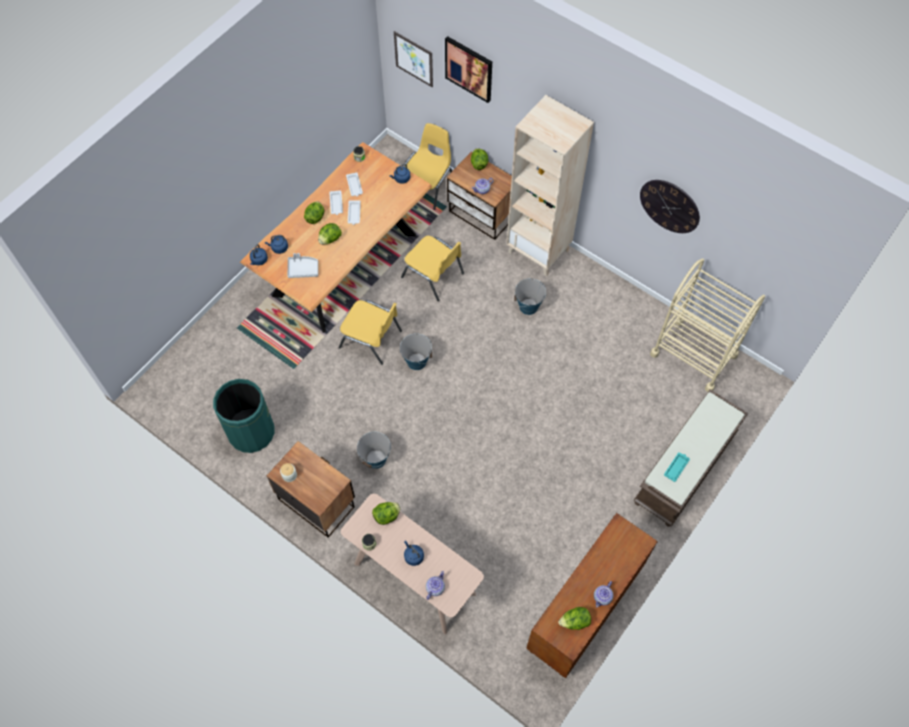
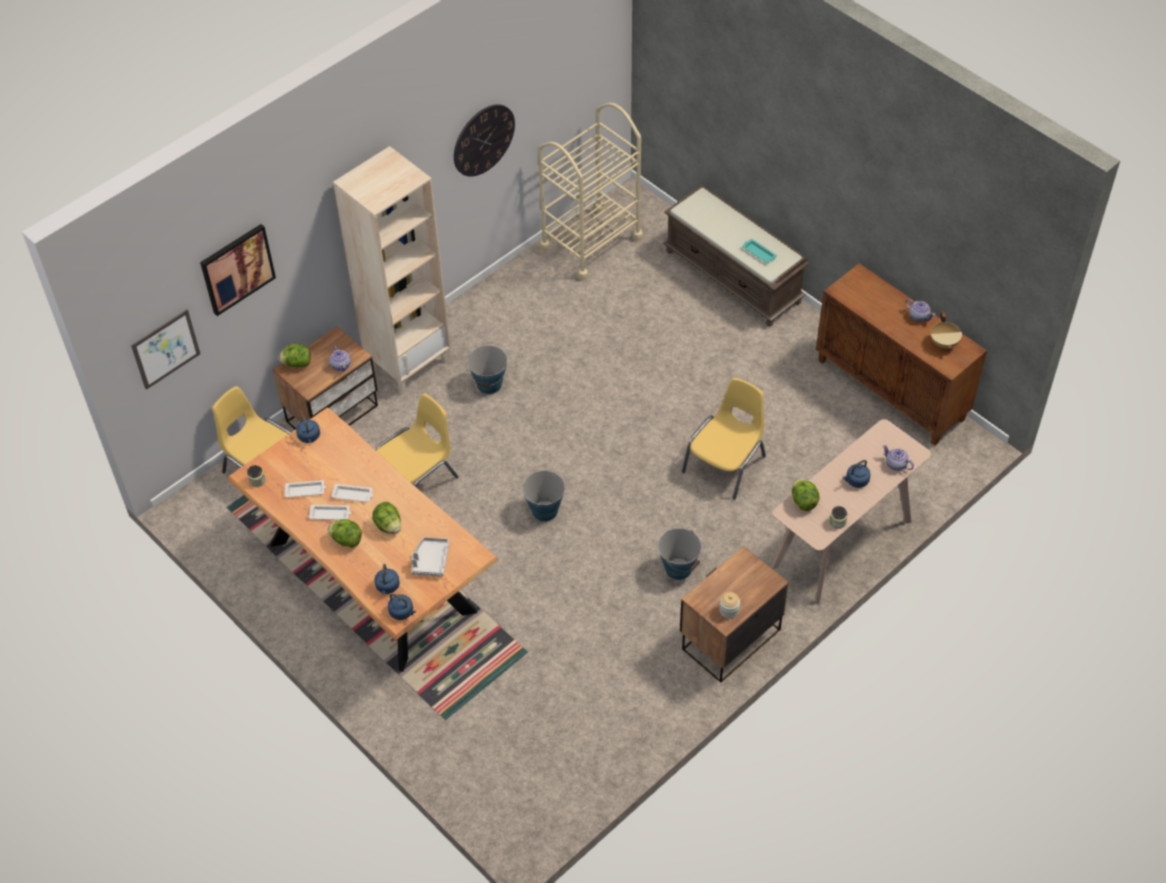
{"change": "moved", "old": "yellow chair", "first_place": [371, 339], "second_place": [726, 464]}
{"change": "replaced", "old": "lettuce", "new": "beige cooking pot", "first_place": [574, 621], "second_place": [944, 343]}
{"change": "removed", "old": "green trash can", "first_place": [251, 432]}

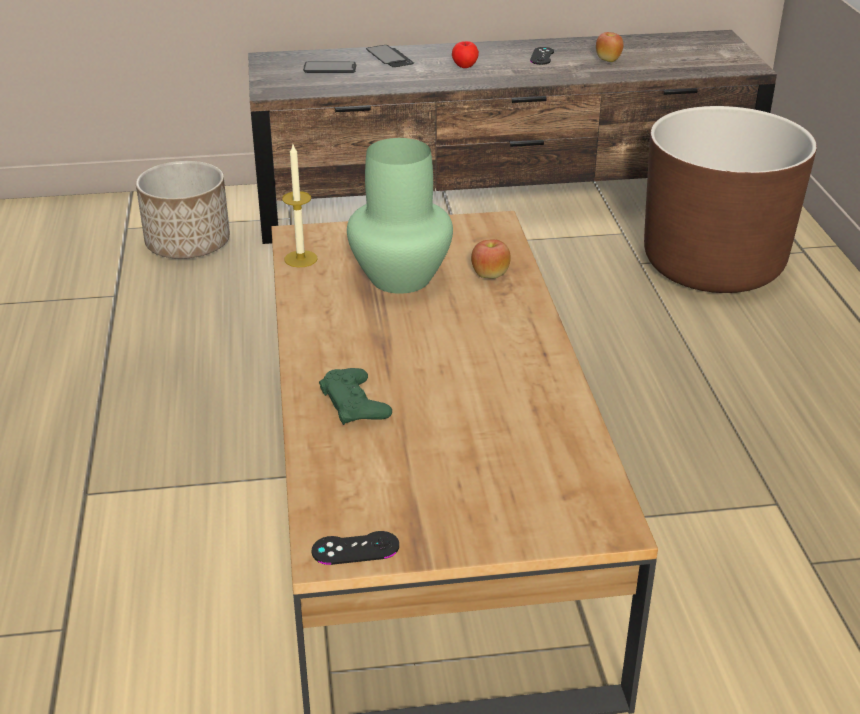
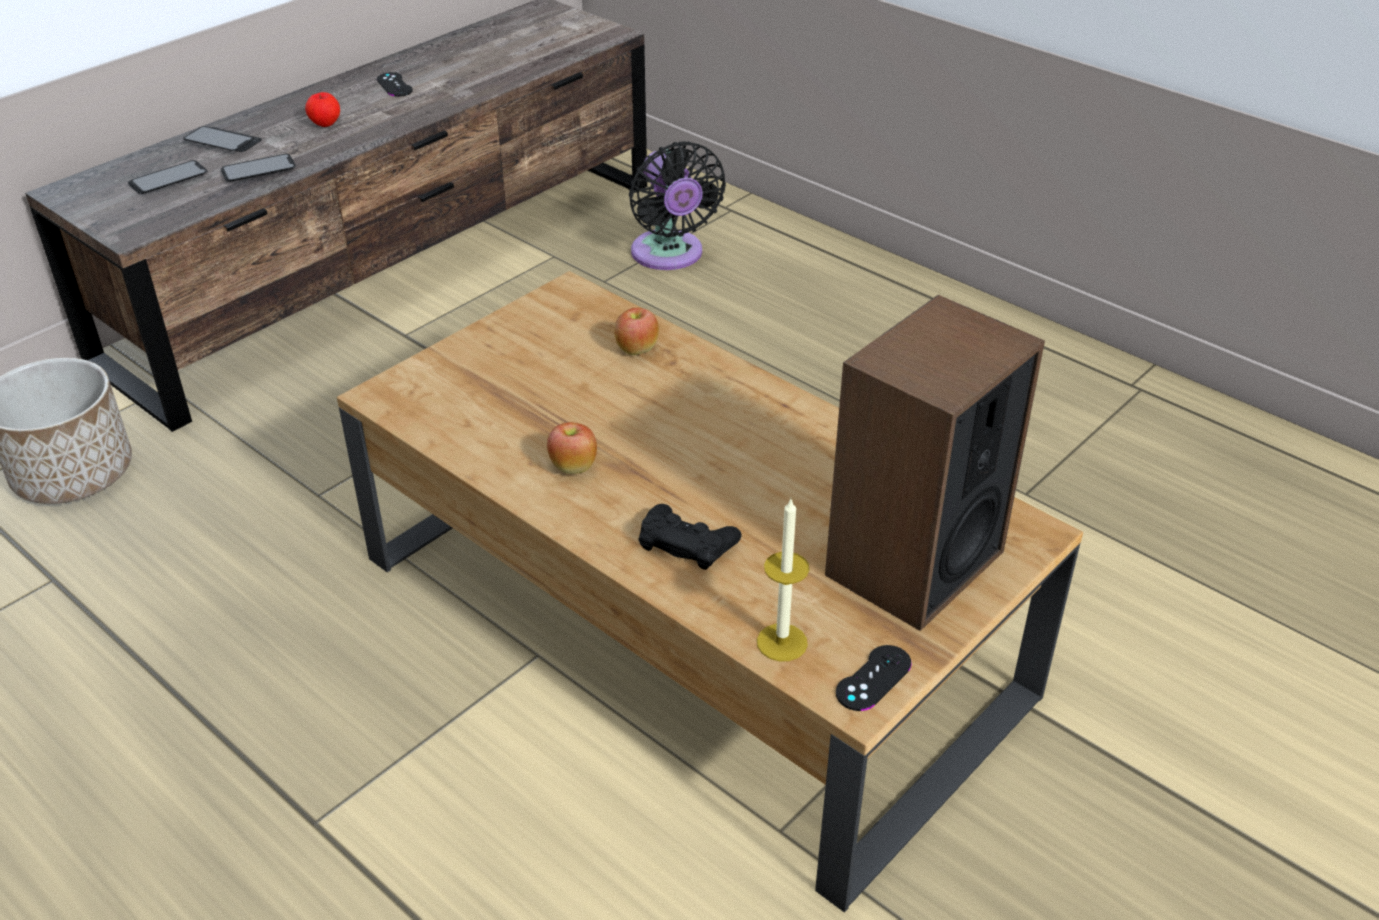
{"change": "added", "new": "phone", "second_place": [258, 170]}
{"change": "moved", "old": "apple", "first_place": [608, 60], "second_place": [573, 467]}
{"change": "replaced", "old": "brown planter", "new": "black fan", "first_place": [712, 265], "second_place": [669, 255]}
{"change": "recoloured", "old": "green game controller", "new": "black game controller", "first_place": [355, 403], "second_place": [687, 543]}
{"change": "moved", "old": "candle", "first_place": [301, 259], "second_place": [782, 642]}
{"change": "added", "new": "speaker", "second_place": [913, 563]}
{"change": "removed", "old": "green vase", "first_place": [402, 278]}

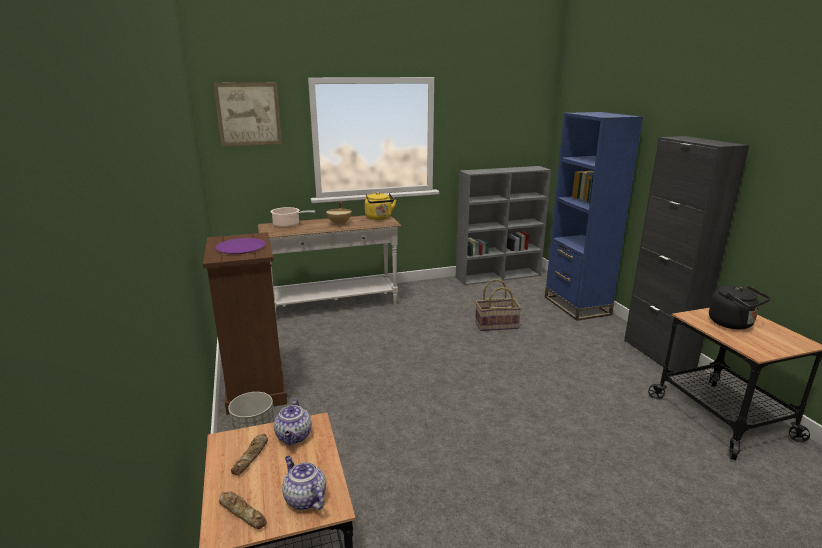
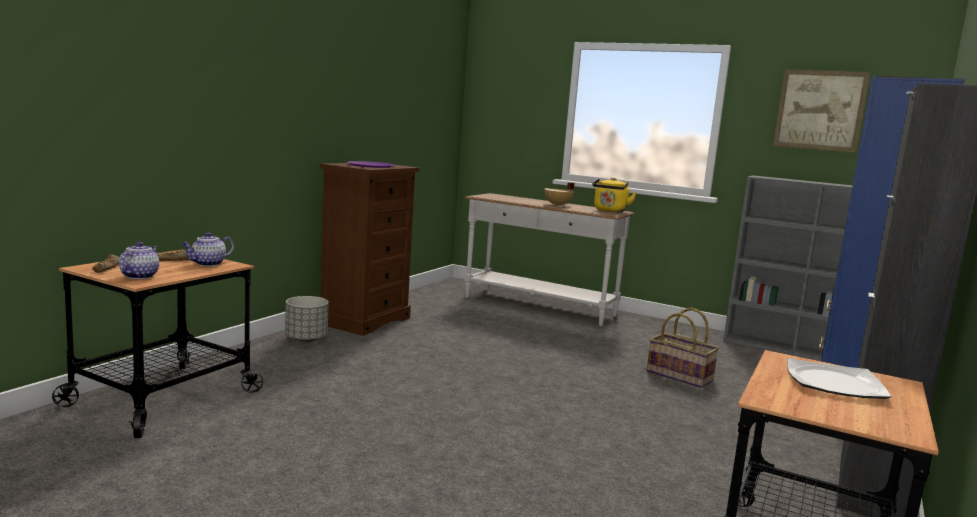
{"change": "moved", "old": "picture", "first_place": [248, 114], "second_place": [820, 110]}
{"change": "replaced", "old": "black kettle", "new": "plate", "first_place": [733, 324], "second_place": [833, 383]}
{"change": "removed", "old": "cooking pot", "first_place": [288, 225]}

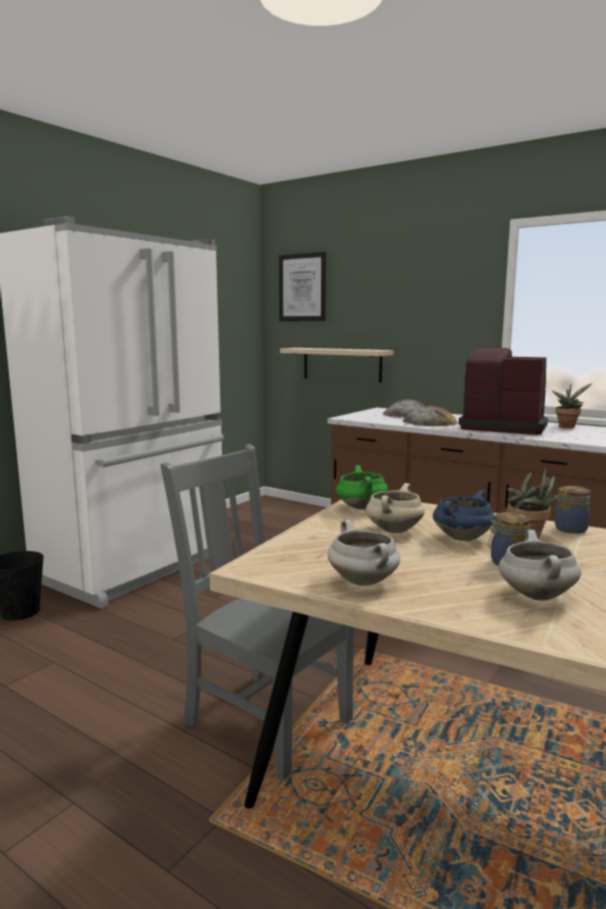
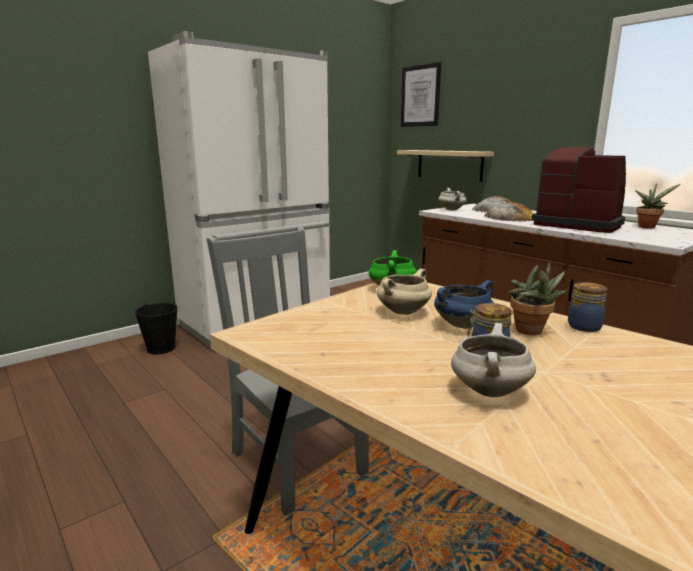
{"change": "moved", "old": "white cooking pot", "first_place": [364, 582], "second_place": [452, 210]}

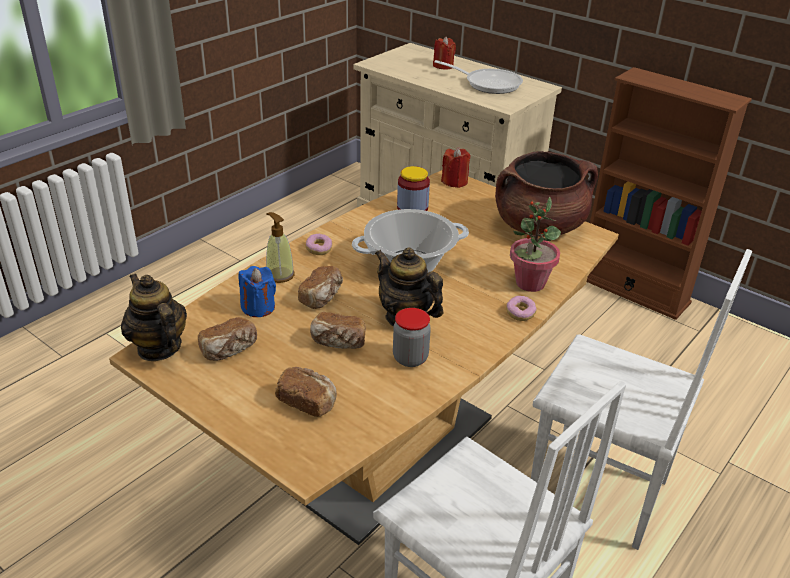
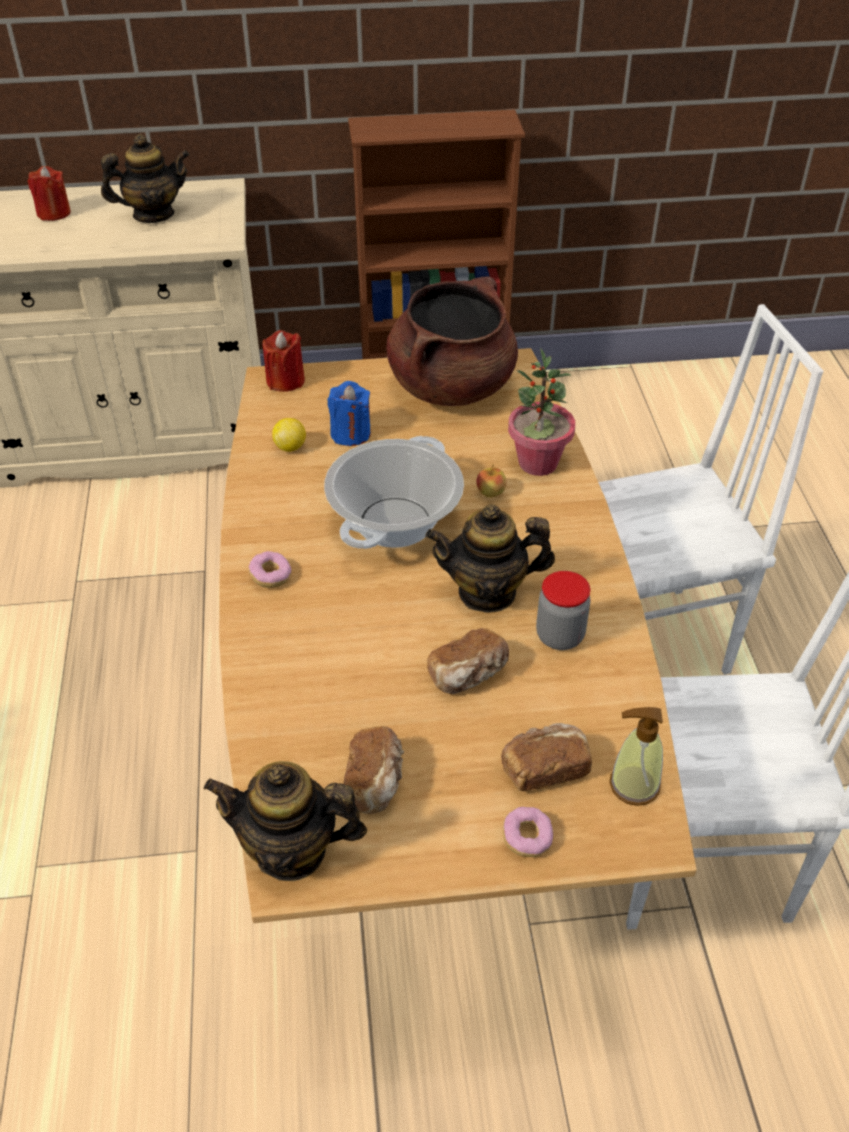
{"change": "replaced", "old": "frying pan", "new": "teapot", "first_place": [488, 84], "second_place": [153, 215]}
{"change": "replaced", "old": "jar", "new": "lemon", "first_place": [412, 208], "second_place": [290, 447]}
{"change": "moved", "old": "blue candle", "first_place": [258, 307], "second_place": [350, 434]}
{"change": "added", "new": "apple", "second_place": [490, 493]}
{"change": "moved", "old": "donut", "first_place": [520, 314], "second_place": [527, 838]}
{"change": "moved", "old": "soap dispenser", "first_place": [280, 275], "second_place": [633, 785]}
{"change": "removed", "old": "bread", "first_place": [322, 297]}

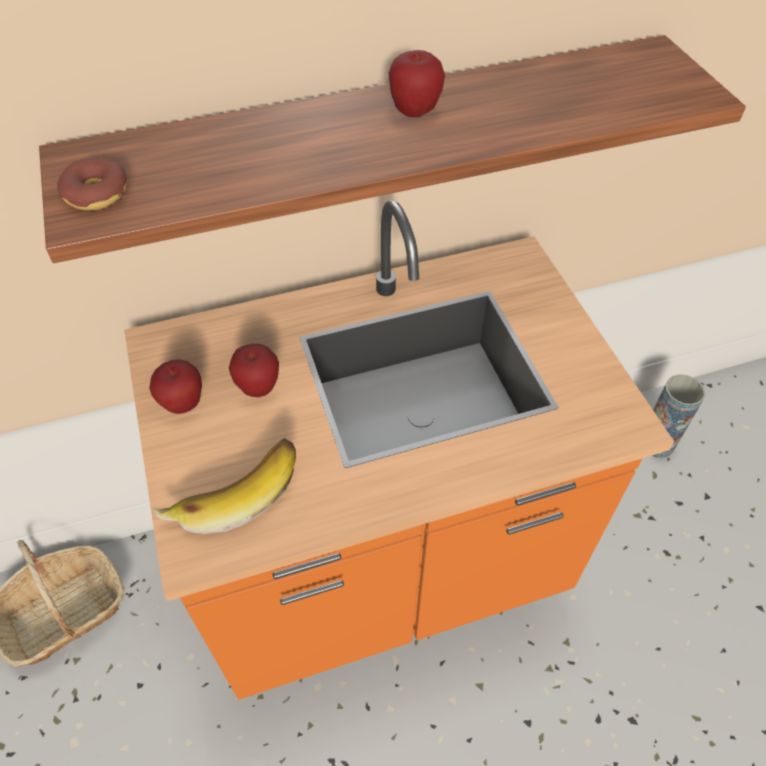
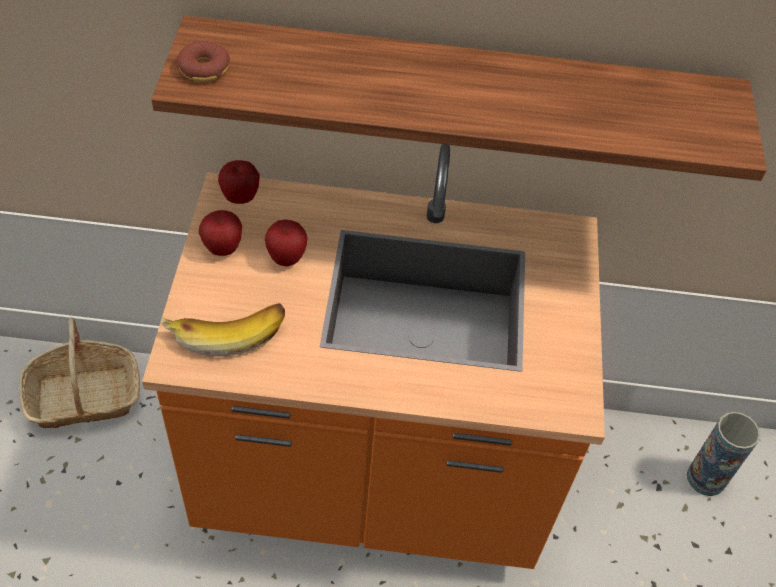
{"change": "moved", "old": "apple", "first_place": [415, 112], "second_place": [240, 198]}

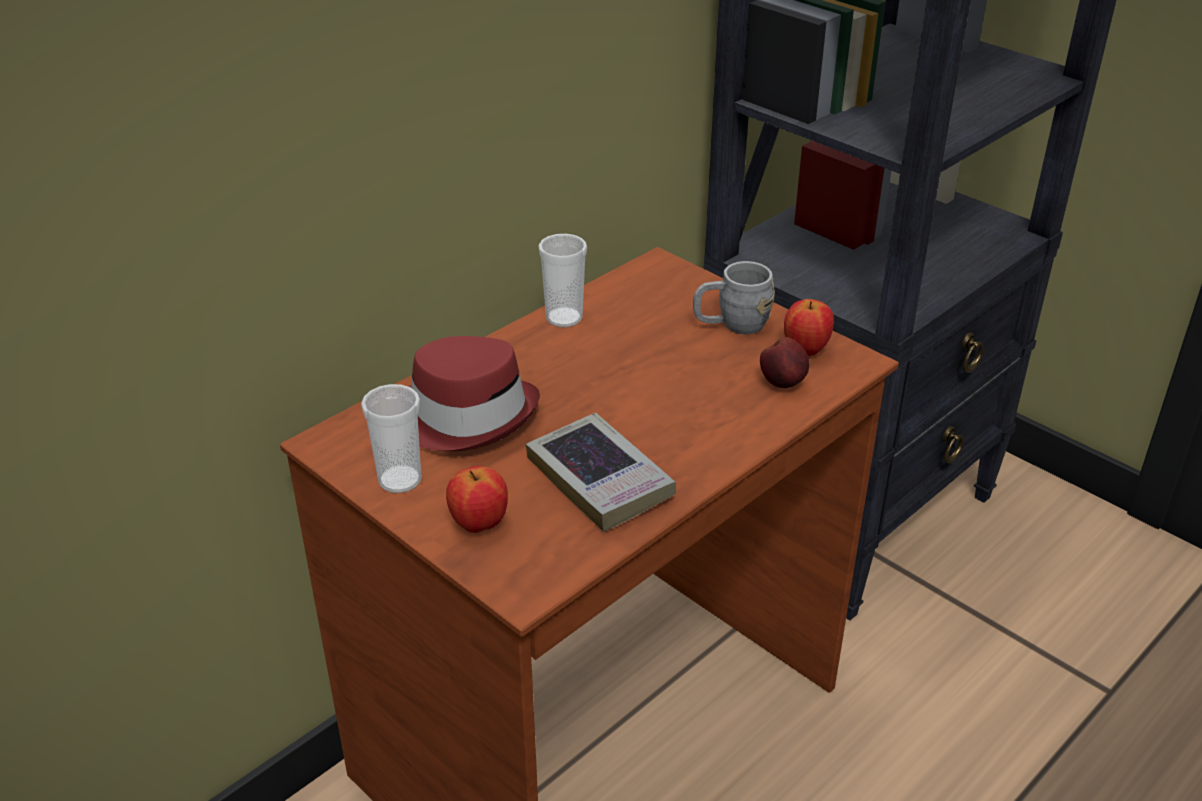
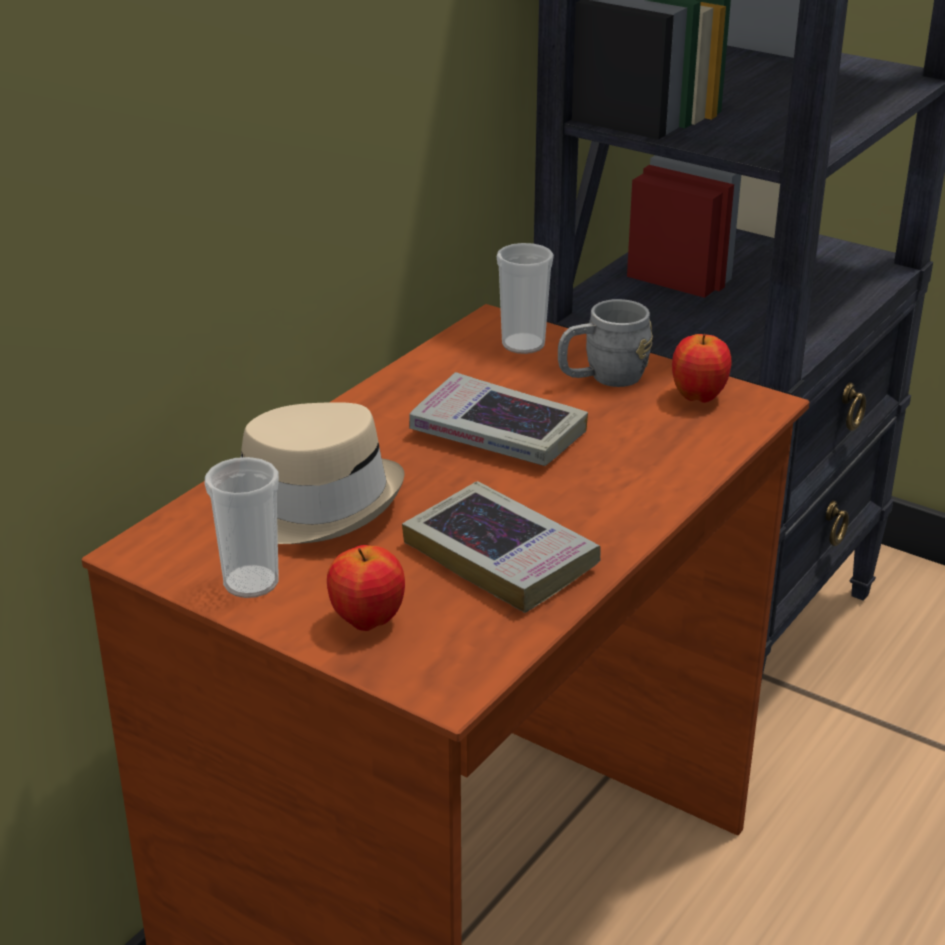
{"change": "recoloured", "old": "red hat", "new": "beige hat", "first_place": [466, 414], "second_place": [311, 502]}
{"change": "added", "new": "book", "second_place": [497, 433]}
{"change": "moved", "old": "cup", "first_place": [564, 318], "second_place": [523, 345]}
{"change": "removed", "old": "apple", "first_place": [783, 383]}

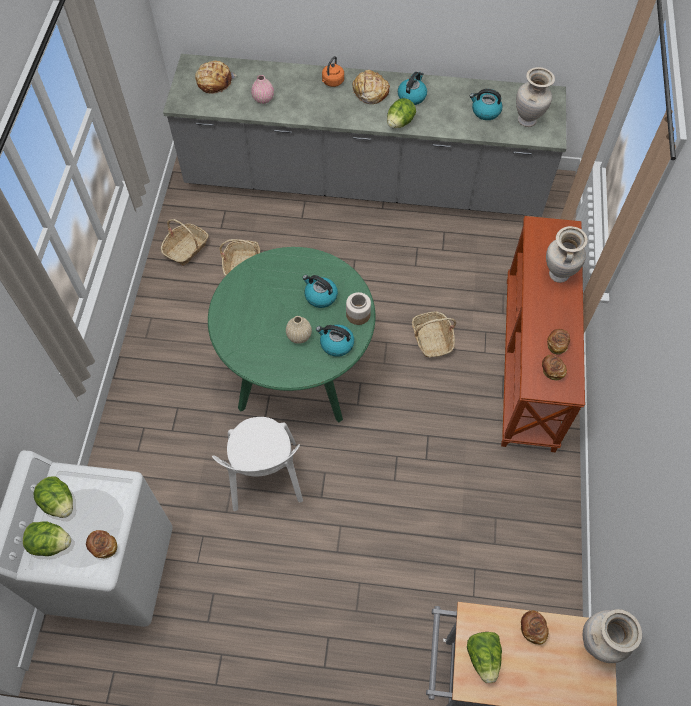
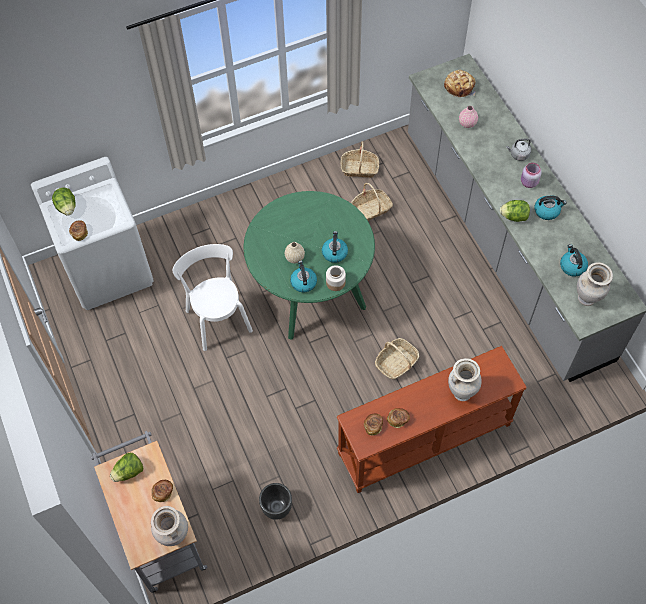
{"change": "turned", "old": "white chair", "first_place": [265, 479], "second_place": [217, 318], "degrees": 105}
{"change": "added", "new": "black planter", "second_place": [277, 507]}
{"change": "recoloured", "old": "orange kettle", "new": "grey kettle", "first_place": [332, 82], "second_place": [518, 154]}
{"change": "replaced", "old": "bread", "new": "pink jar", "first_place": [370, 92], "second_place": [528, 183]}
{"change": "removed", "old": "lettuce", "first_place": [59, 502]}

